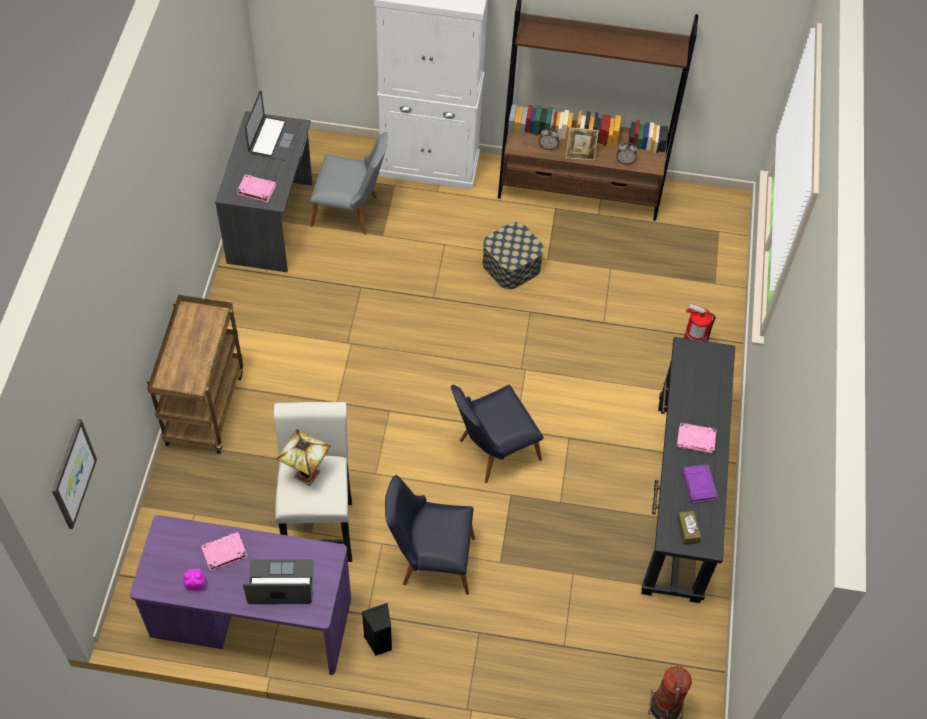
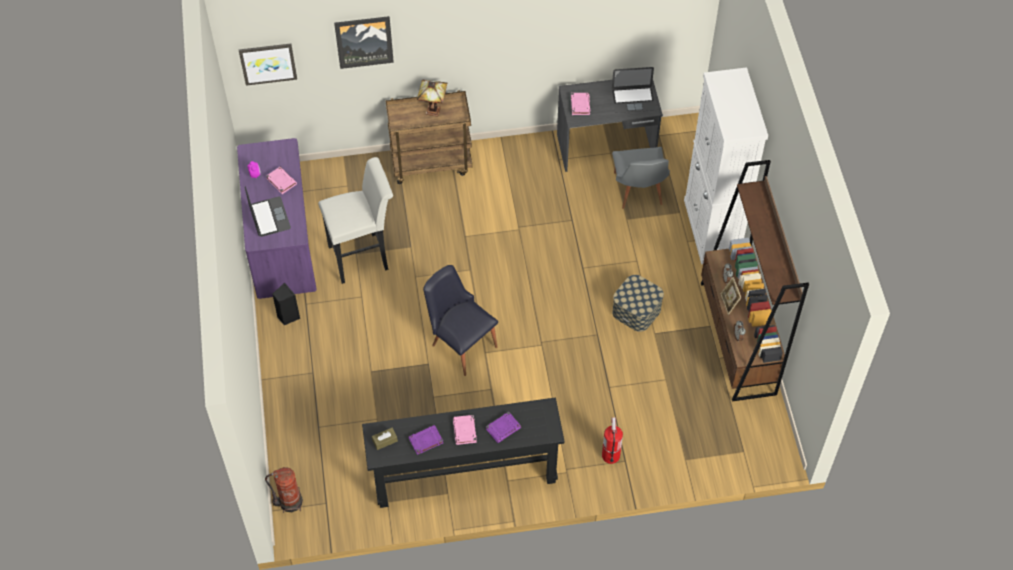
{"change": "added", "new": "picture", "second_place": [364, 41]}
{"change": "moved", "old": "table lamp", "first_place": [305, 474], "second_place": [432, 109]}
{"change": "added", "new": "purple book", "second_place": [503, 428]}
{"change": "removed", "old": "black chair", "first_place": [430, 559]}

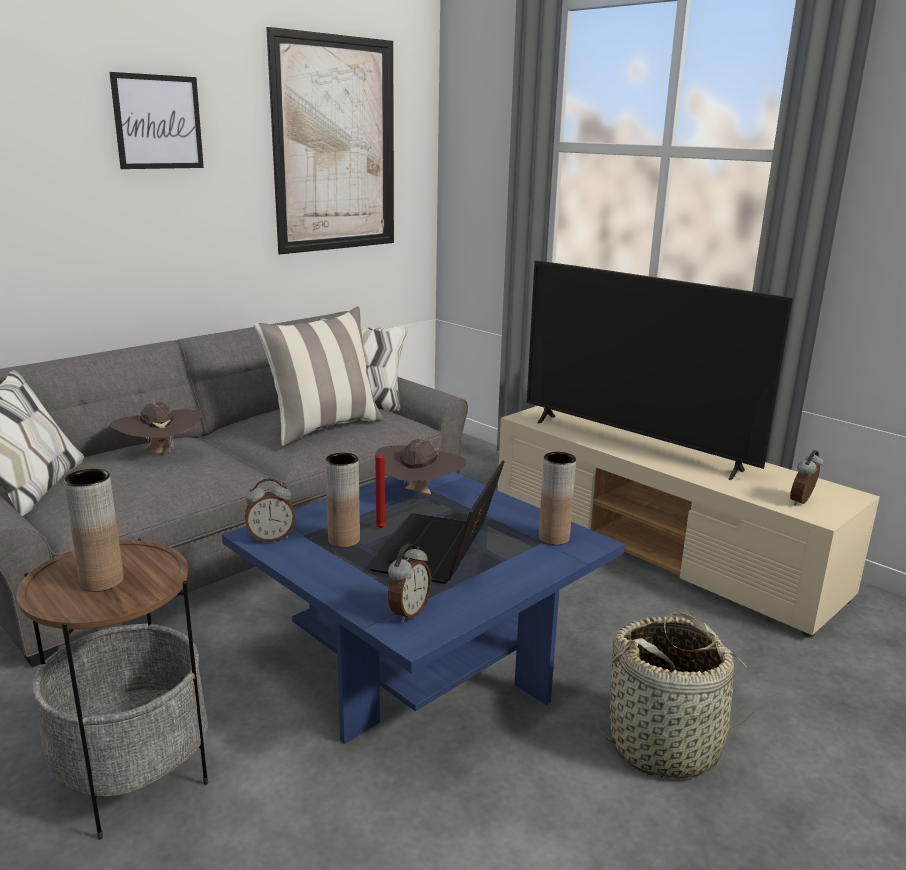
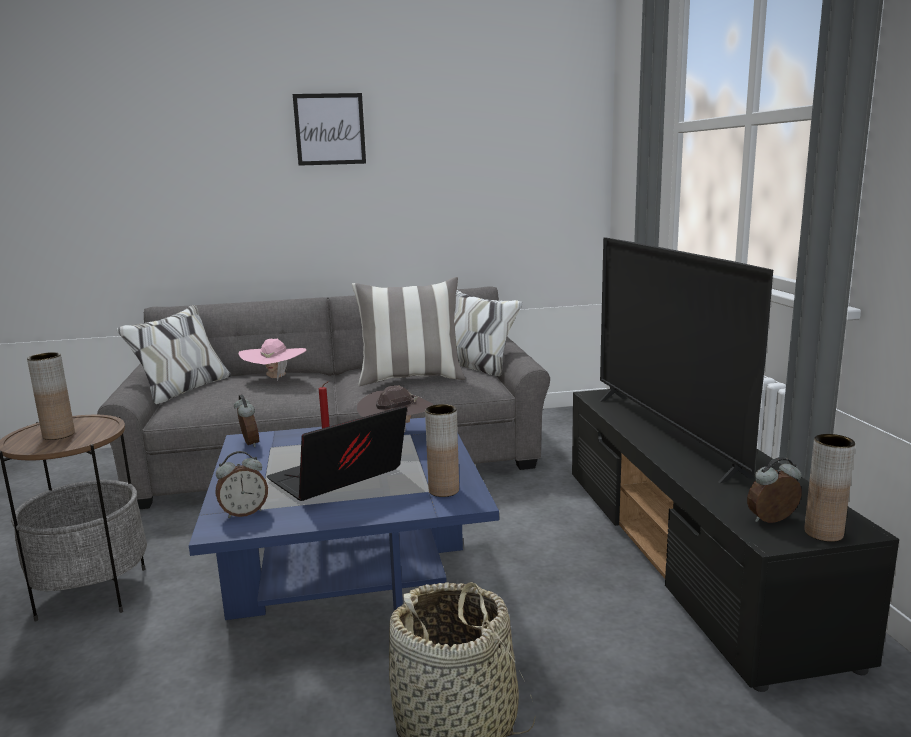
{"change": "turned", "old": "alarm clock", "first_place": [271, 538], "second_place": [248, 444], "degrees": -135}
{"change": "recoloured", "old": "brown hat", "new": "pink hat", "first_place": [160, 452], "second_place": [275, 378]}
{"change": "recoloured", "old": "beige tv stand", "new": "black tv stand", "first_place": [660, 548], "second_place": [690, 555]}
{"change": "moved", "old": "brown vase", "first_place": [344, 540], "second_place": [823, 533]}
{"change": "removed", "old": "picture", "first_place": [335, 145]}

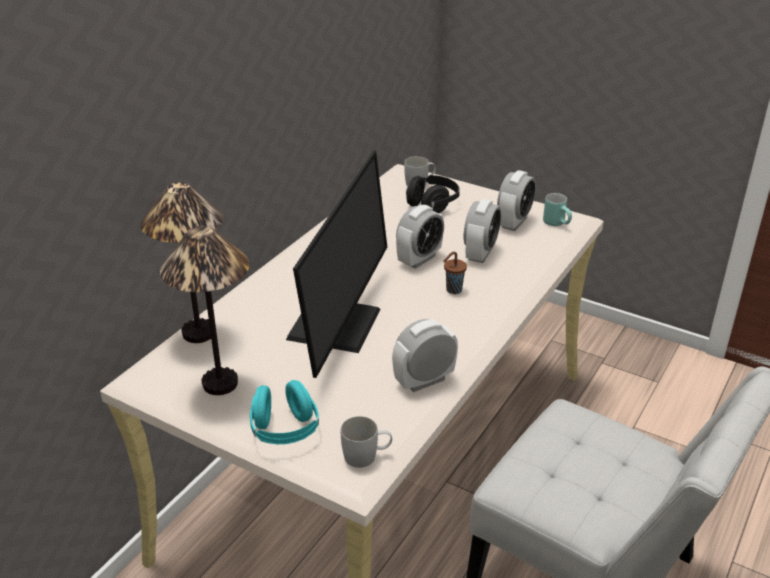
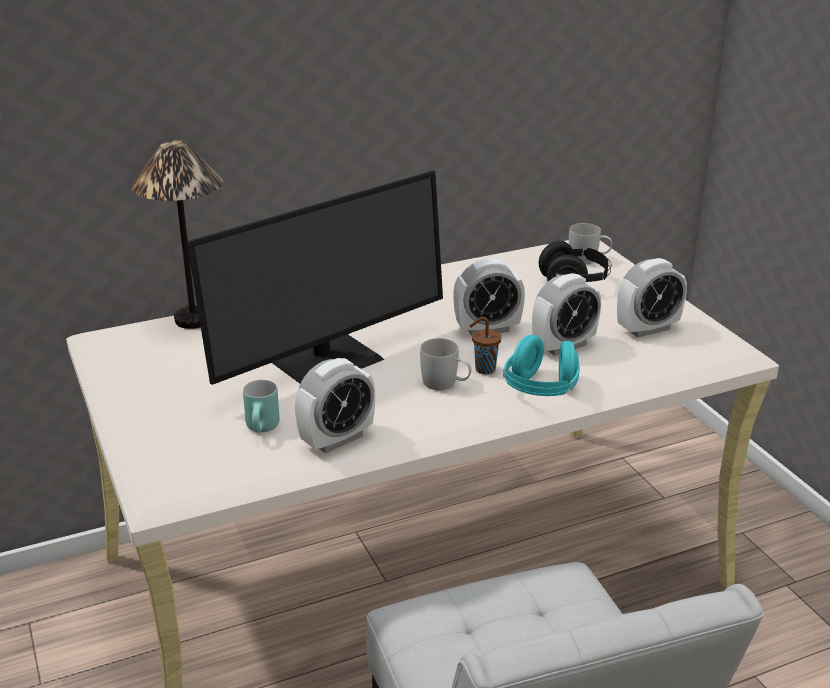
{"change": "moved", "old": "turquoise mug", "first_place": [558, 224], "second_place": [264, 429]}
{"change": "turned", "old": "alarm clock", "first_place": [424, 381], "second_place": [337, 439], "degrees": 135}
{"change": "moved", "old": "white mug", "first_place": [367, 456], "second_place": [445, 384]}
{"change": "moved", "old": "turquoise headphones", "first_place": [284, 431], "second_place": [541, 389]}
{"change": "removed", "old": "table lamp", "first_place": [221, 384]}

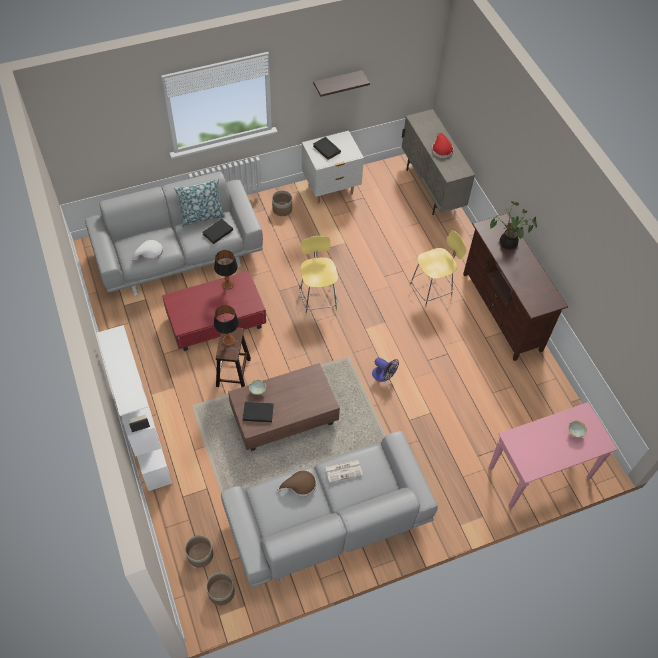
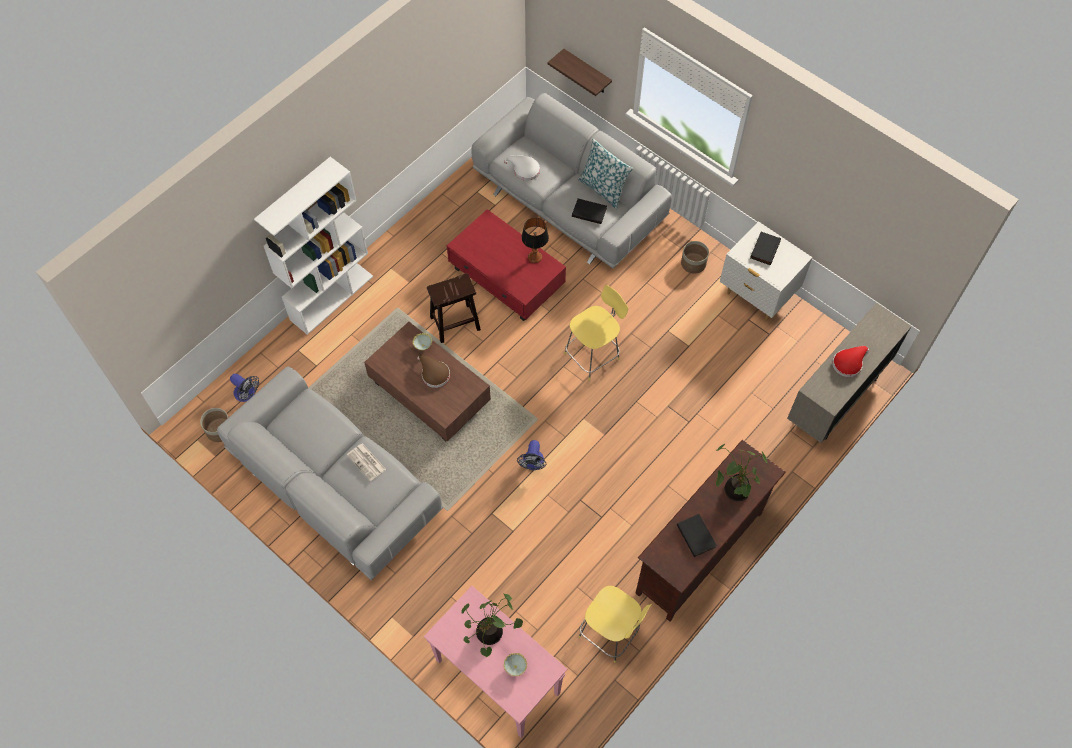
{"change": "replaced", "old": "planter", "new": "fan", "first_place": [200, 555], "second_place": [247, 394]}
{"change": "moved", "old": "brown hat", "first_place": [300, 485], "second_place": [434, 374]}
{"change": "added", "new": "potted plant", "second_place": [490, 635]}
{"change": "moved", "old": "shelf", "first_place": [337, 83], "second_place": [587, 72]}
{"change": "moved", "old": "yellow stool", "first_place": [432, 290], "second_place": [611, 633]}
{"change": "moved", "old": "black book", "first_place": [258, 412], "second_place": [697, 536]}
{"change": "removed", "old": "table lamp", "first_place": [228, 340]}

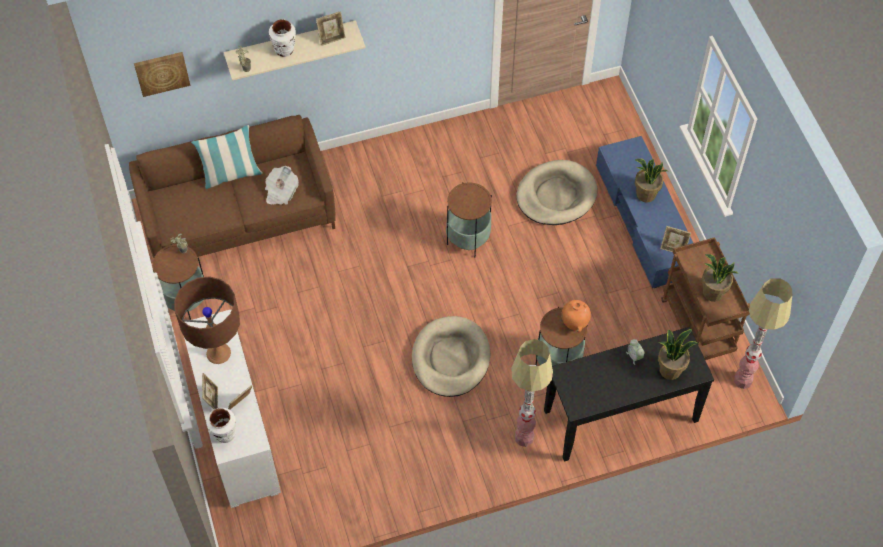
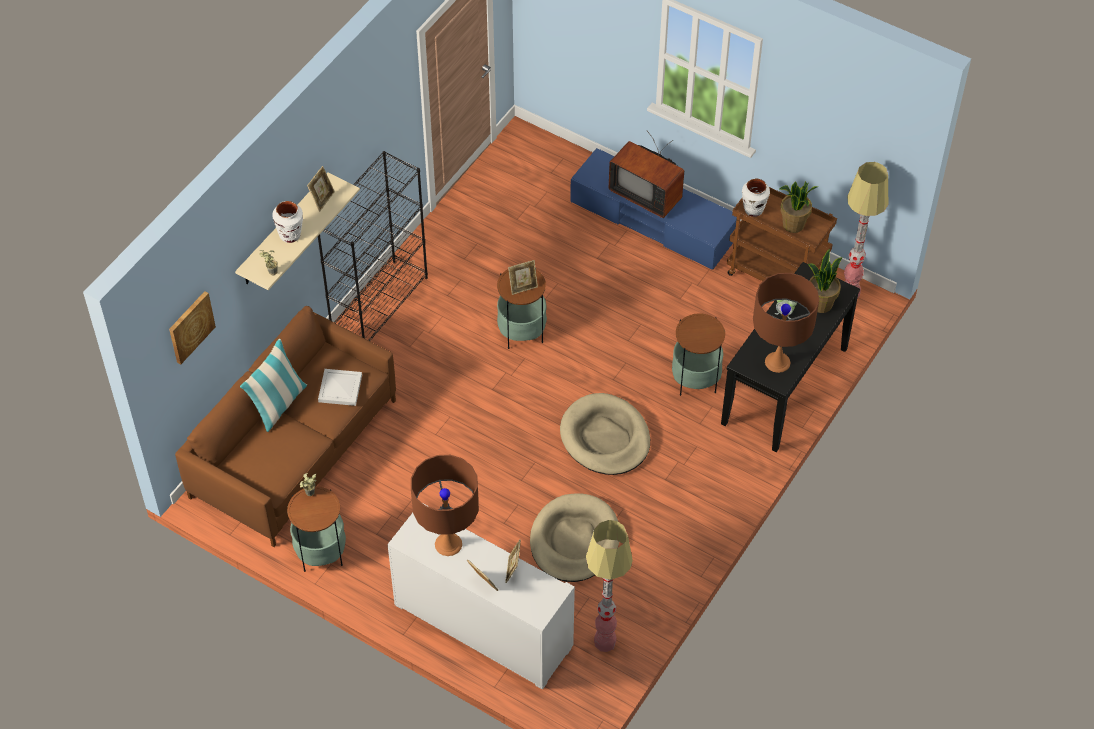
{"change": "added", "new": "black bookcase", "second_place": [379, 304]}
{"change": "replaced", "old": "newspaper", "new": "white tray", "first_place": [281, 192], "second_place": [340, 389]}
{"change": "moved", "old": "picture frame", "first_place": [673, 248], "second_place": [523, 287]}
{"change": "moved", "old": "beige dog bed", "first_place": [556, 195], "second_place": [574, 540]}
{"change": "moved", "old": "floor lamp", "first_place": [524, 438], "second_place": [605, 642]}
{"change": "replaced", "old": "potted plant", "new": "television", "first_place": [645, 195], "second_place": [647, 193]}
{"change": "moved", "old": "white vase", "first_place": [225, 434], "second_place": [753, 210]}
{"change": "added", "new": "brown table lamp", "second_place": [777, 362]}
{"change": "removed", "old": "orange vase", "first_place": [574, 322]}

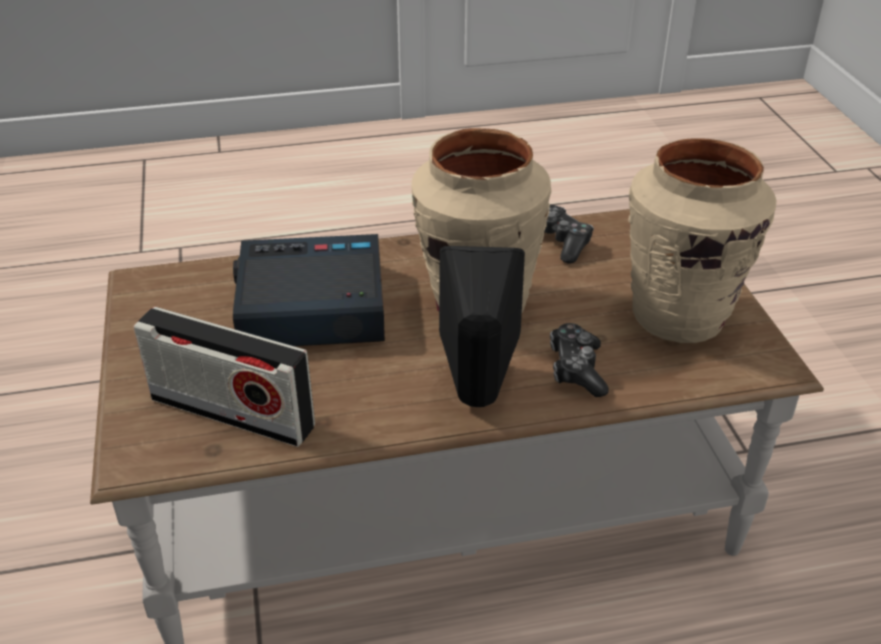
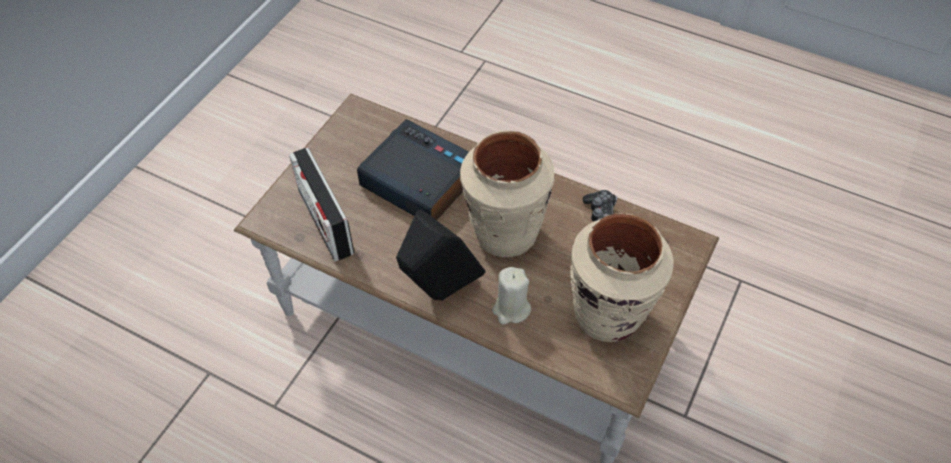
{"change": "replaced", "old": "game controller", "new": "beige candle", "first_place": [576, 369], "second_place": [511, 309]}

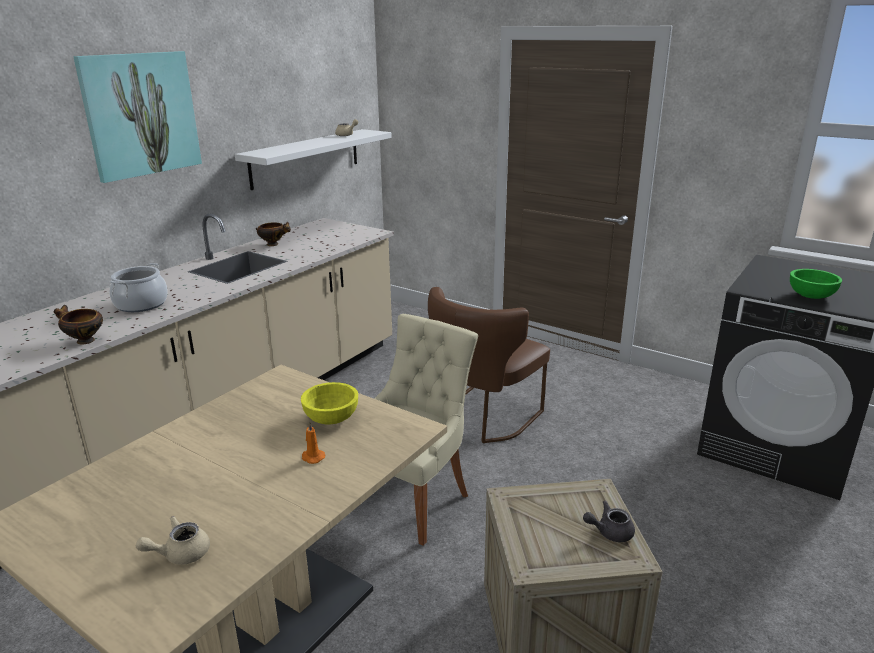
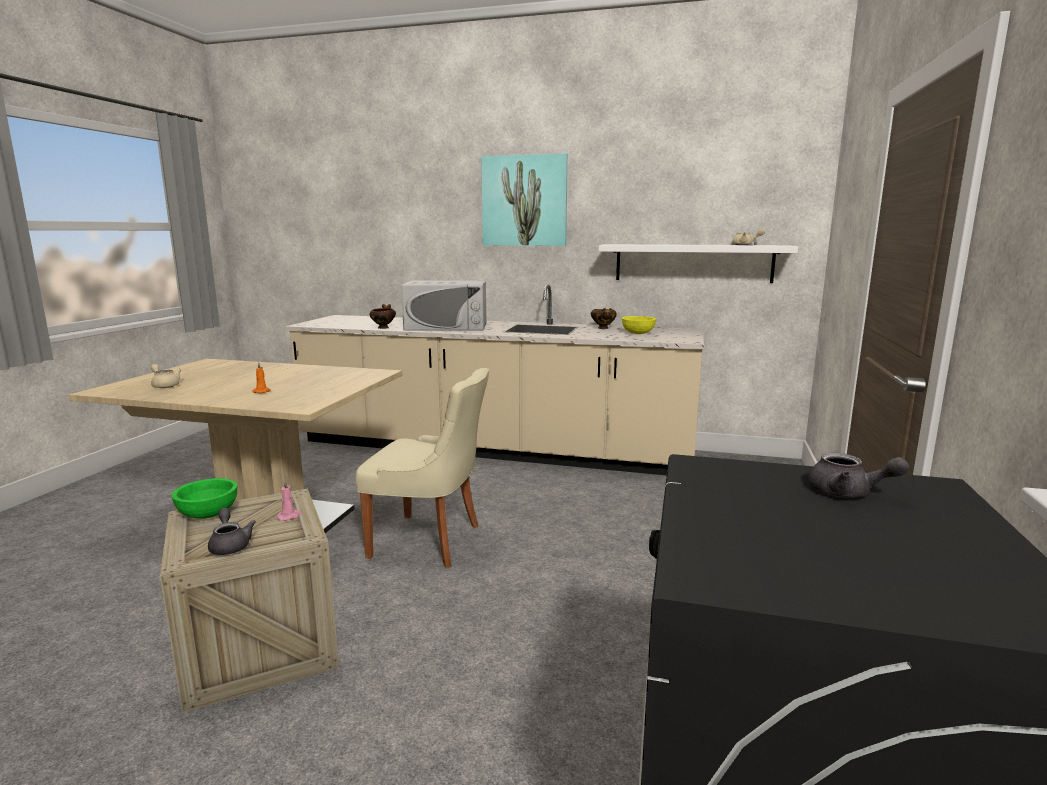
{"change": "moved", "old": "green bowl", "first_place": [810, 296], "second_place": [208, 514]}
{"change": "added", "new": "pink candle", "second_place": [289, 516]}
{"change": "replaced", "old": "cooking pot", "new": "white microwave", "first_place": [141, 304], "second_place": [446, 326]}
{"change": "moved", "old": "yellow bowl", "first_place": [331, 418], "second_place": [637, 333]}
{"change": "added", "new": "grey teapot", "second_place": [848, 493]}
{"change": "removed", "old": "brown chair", "first_place": [483, 419]}

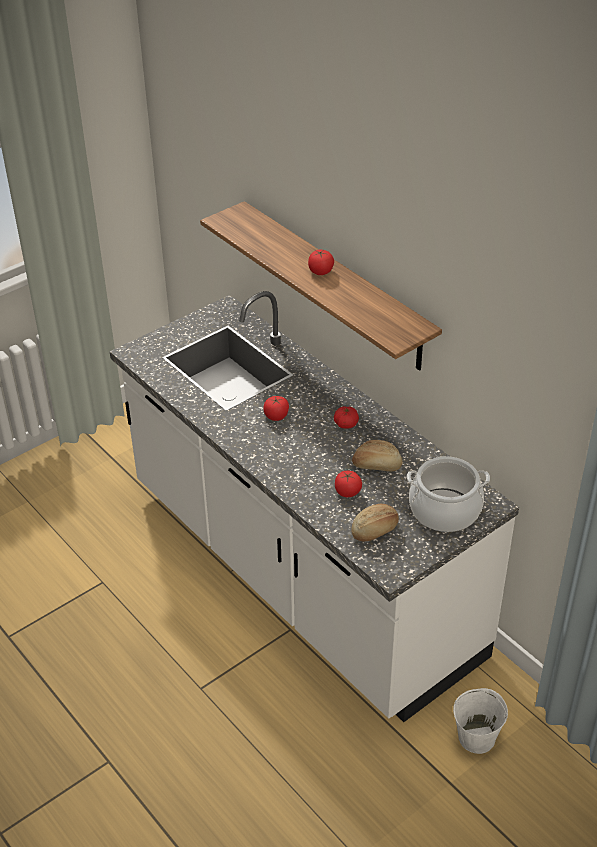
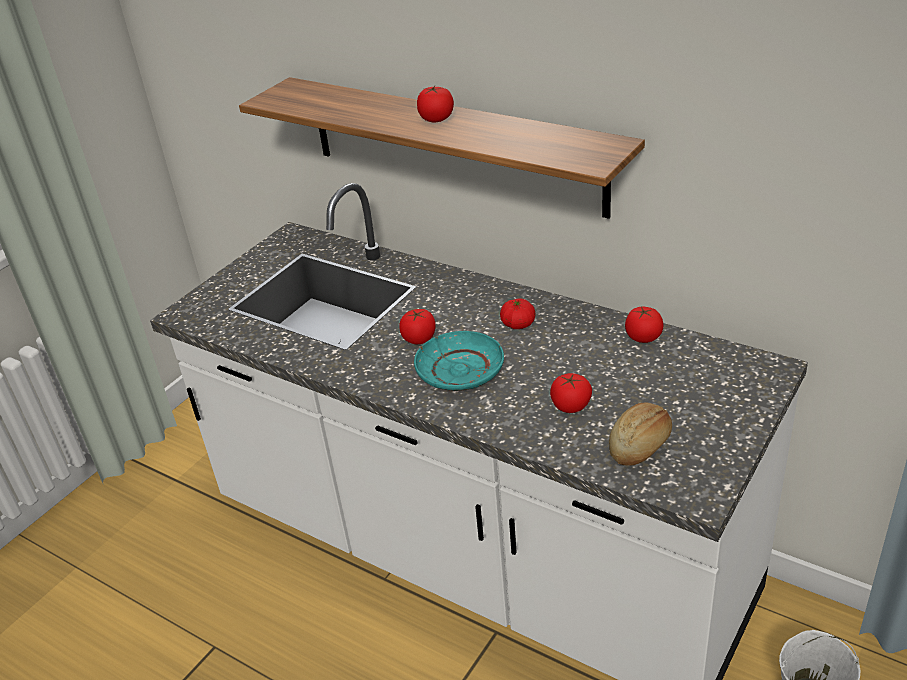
{"change": "added", "new": "turquoise plate", "second_place": [460, 371]}
{"change": "added", "new": "tomato", "second_place": [643, 337]}
{"change": "removed", "old": "bread", "first_place": [377, 465]}
{"change": "removed", "old": "cooking pot", "first_place": [444, 510]}

